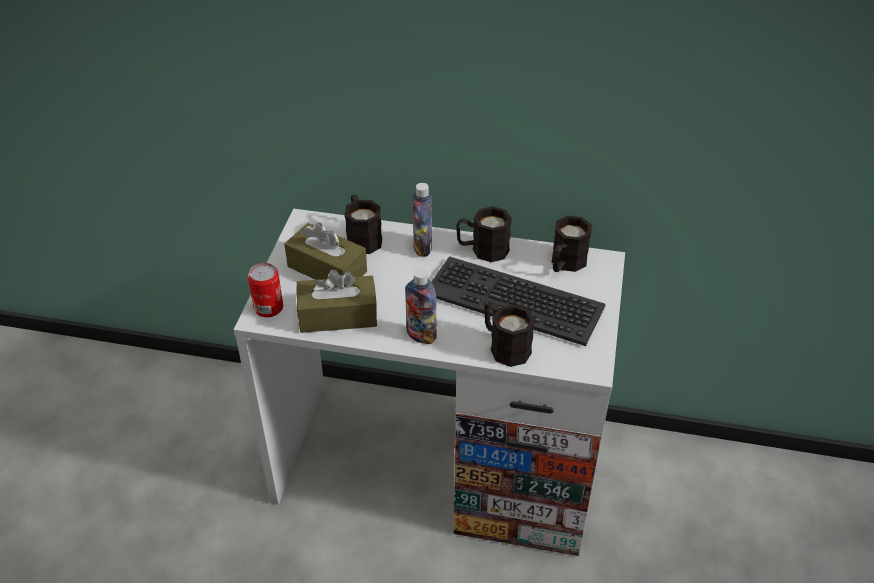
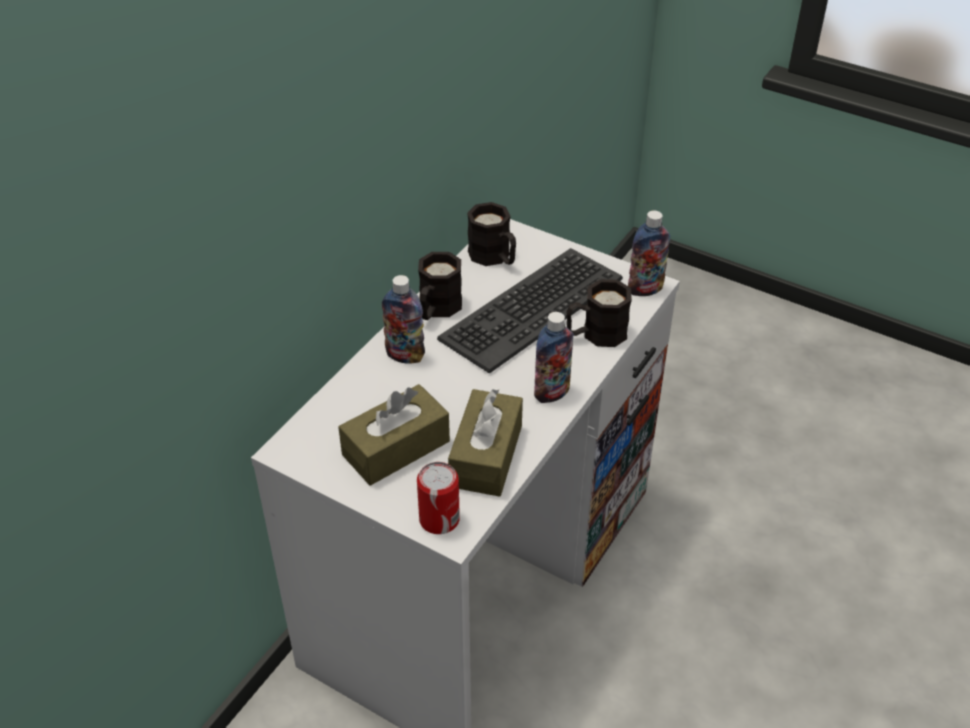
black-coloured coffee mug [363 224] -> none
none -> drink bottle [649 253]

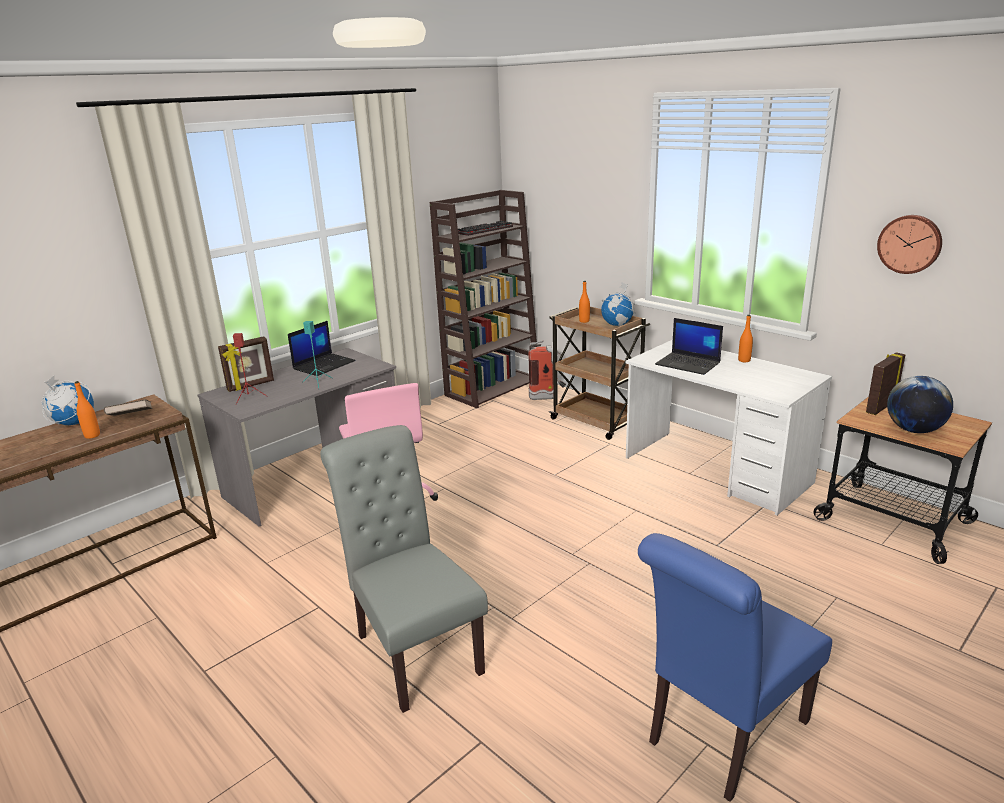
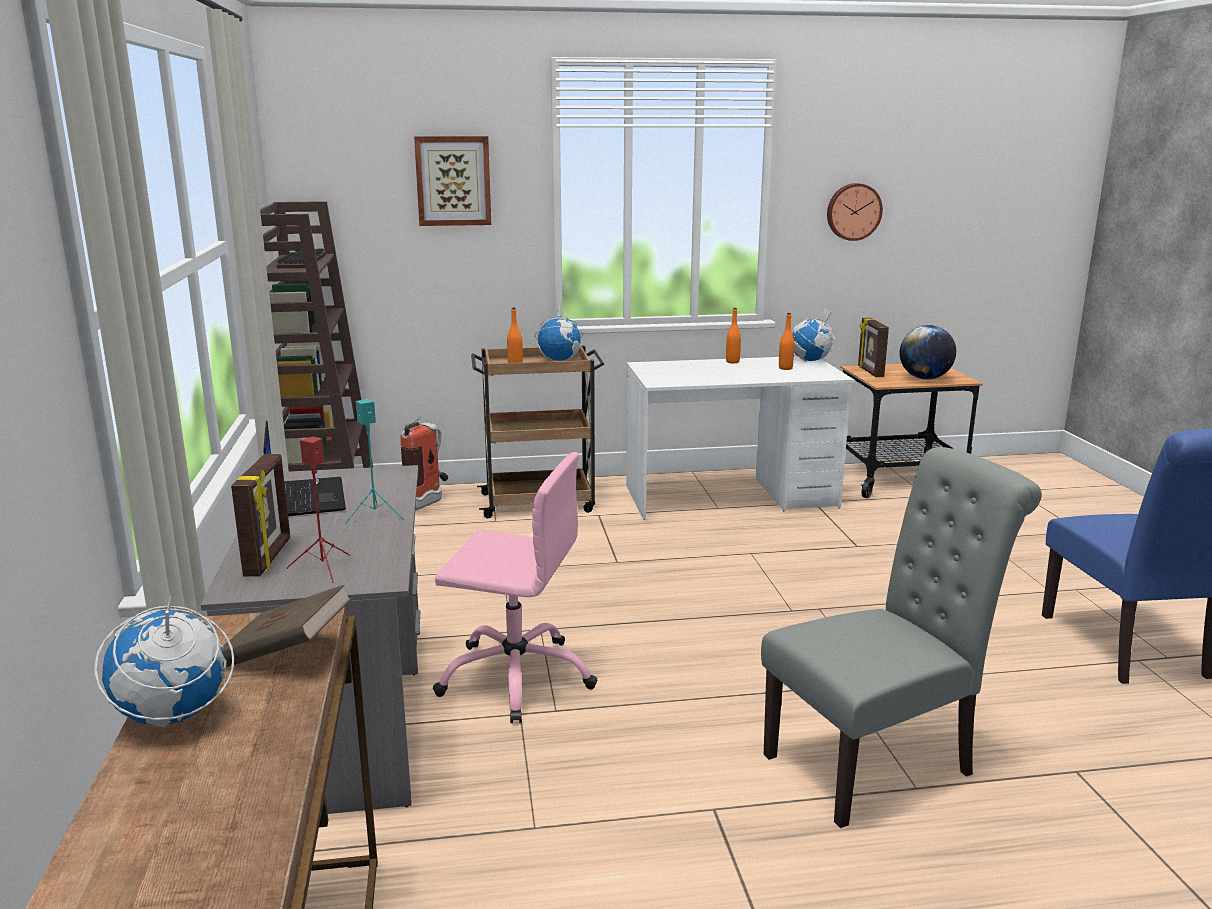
laptop [689 346] -> none
orange drink bottle [87 410] -> orange drink bottle [787 341], moved
gray chair [404 569] -> gray chair [901 637], 150 degrees clockwise
none -> wall art [452 181]
none -> globe [813 334]

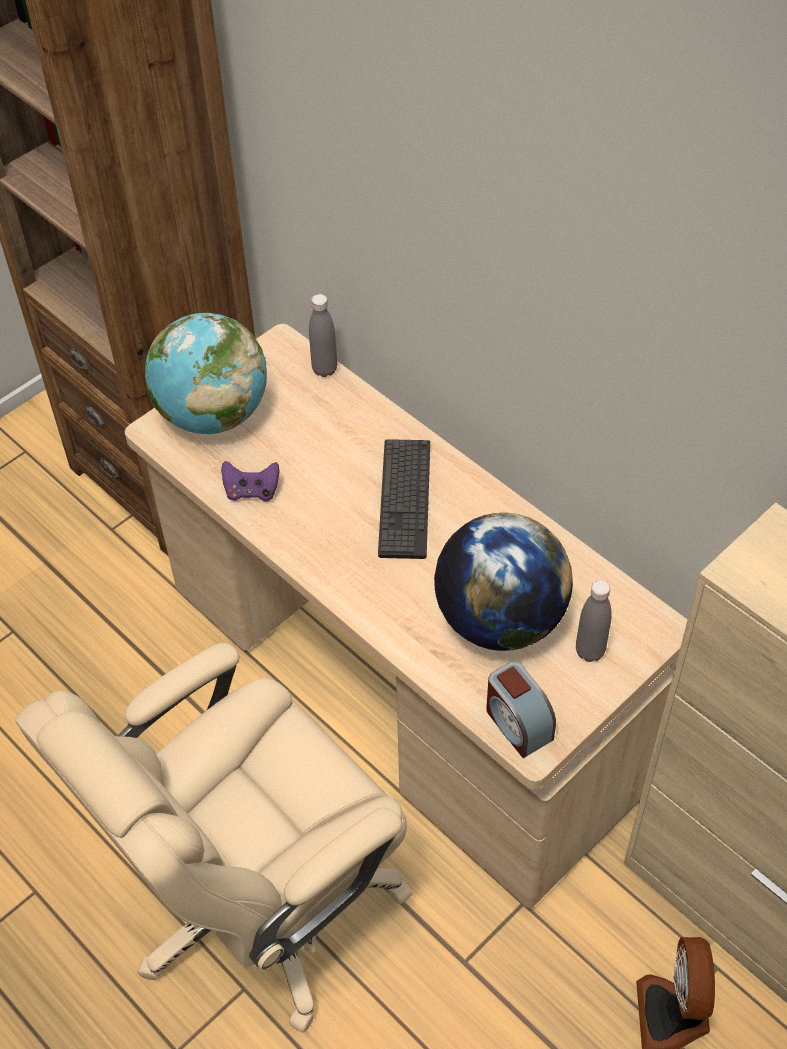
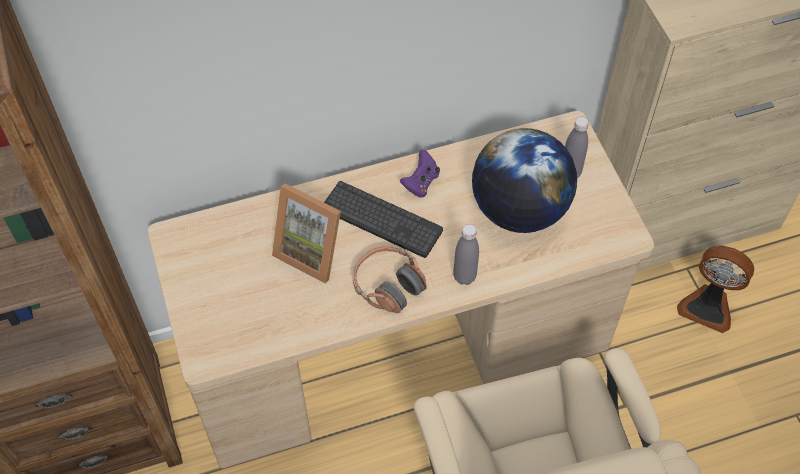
gray drink bottle [323 335] -> gray drink bottle [466 254], moved
globe [206 373] -> none
purple joypad [250 481] -> purple joypad [420 174], moved
alarm clock [521 710] -> none
none -> standing frame [306 233]
none -> pair of headphones [389 279]

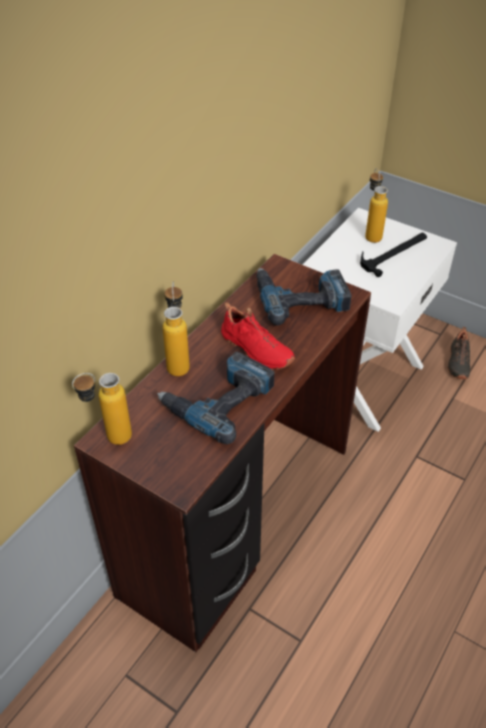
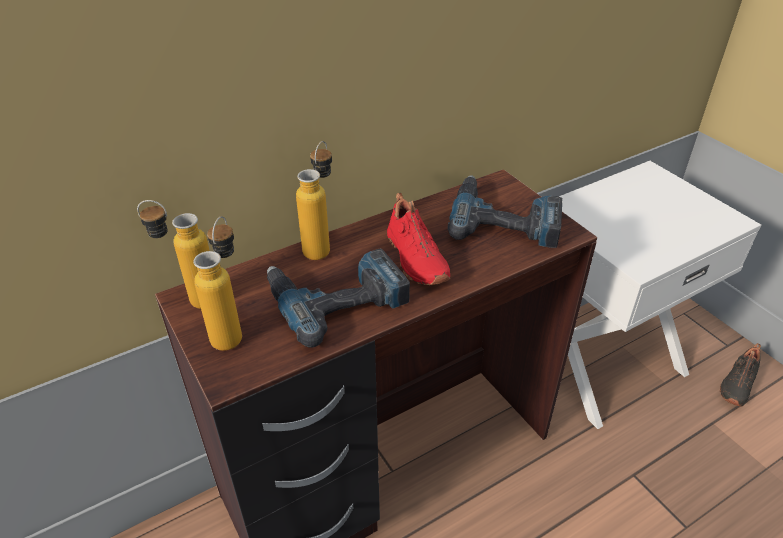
drink bottle [376 205] -> drink bottle [217 283], moved
hammer [393 255] -> none

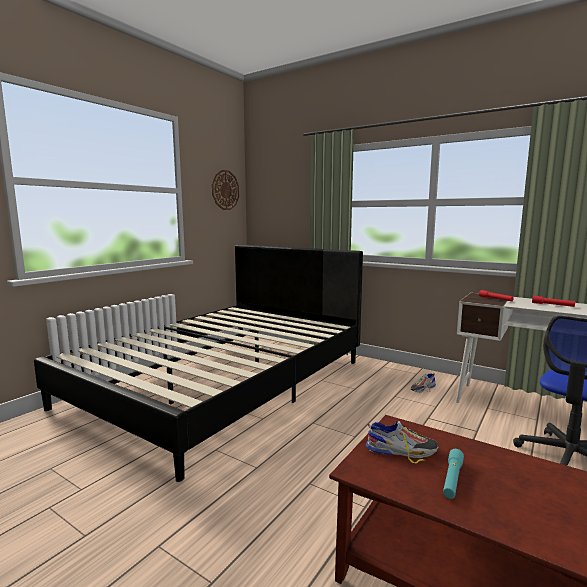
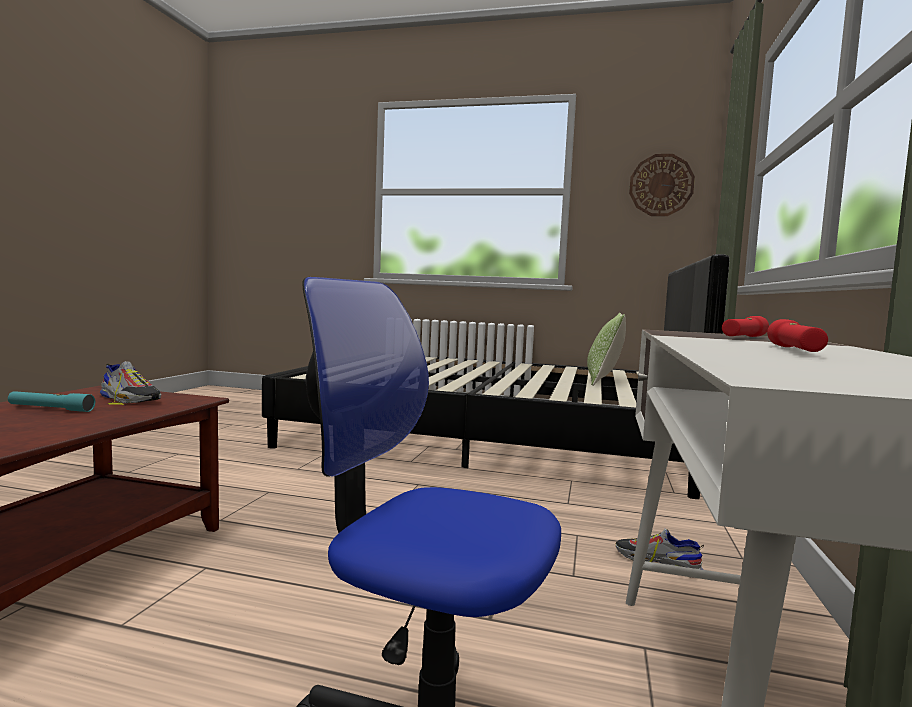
item of footwear [402 442] -> item of footwear [131 383], 45 degrees counterclockwise
none -> cushion [606 349]

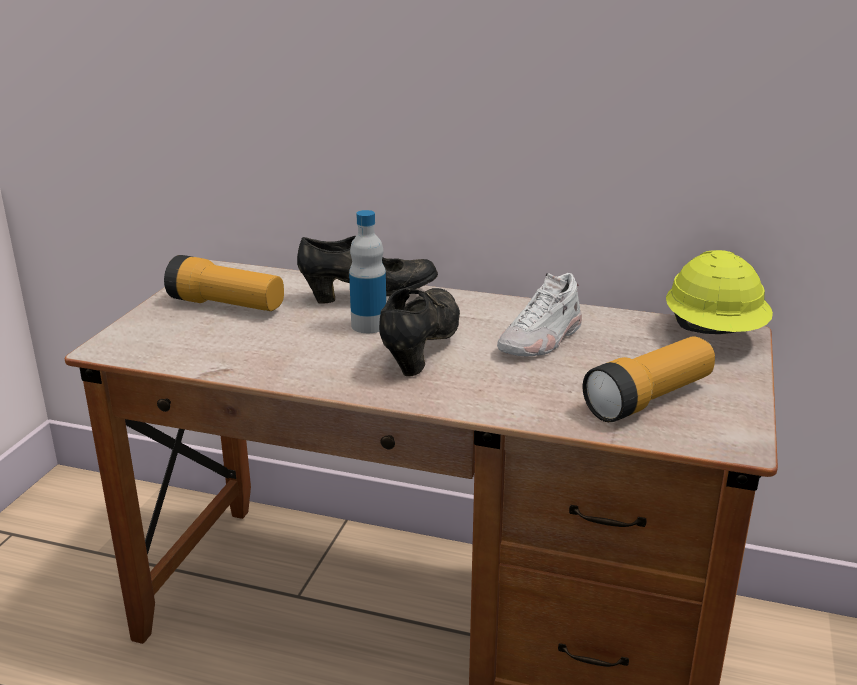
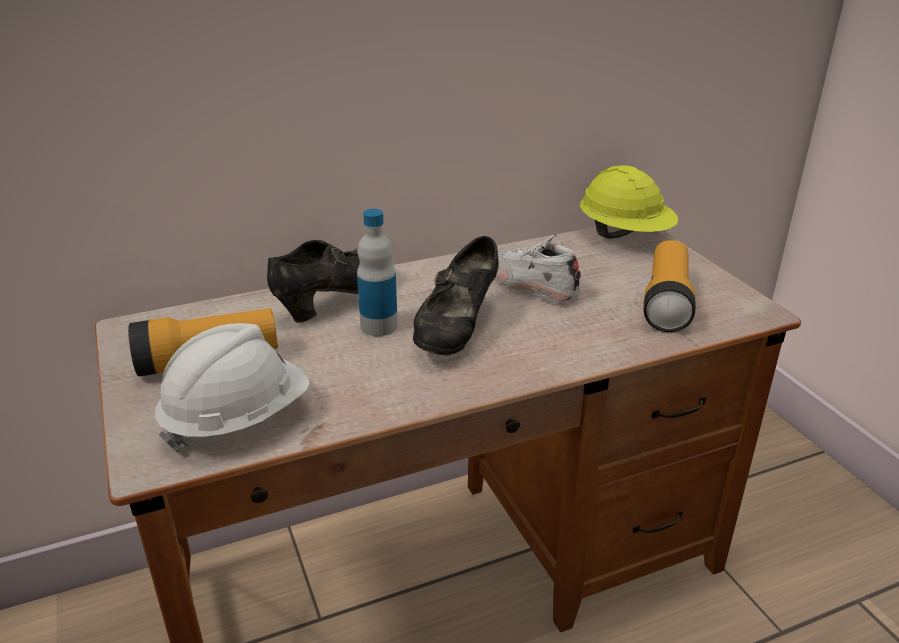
white item of footwear [539 314] -> white item of footwear [538 269], 135 degrees clockwise
black-coloured item of footwear [419 332] -> black-coloured item of footwear [456 296], 135 degrees counterclockwise
none -> white safety helmet [232 387]

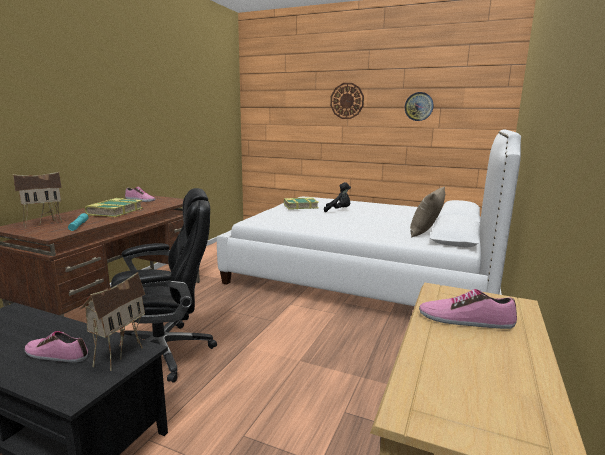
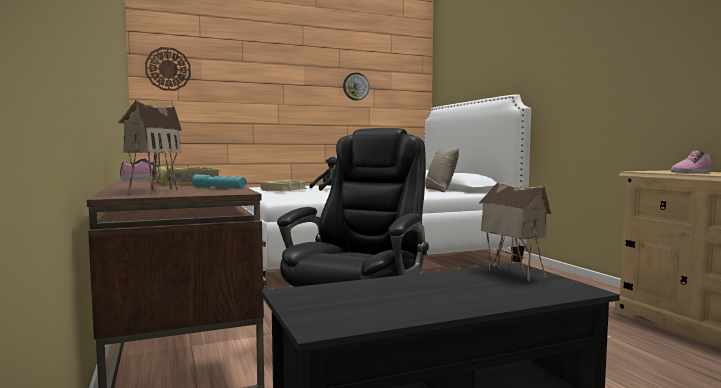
clock on the wall [347 101] -> clock on the wall [168 69], moved
item of footwear [56 346] -> none

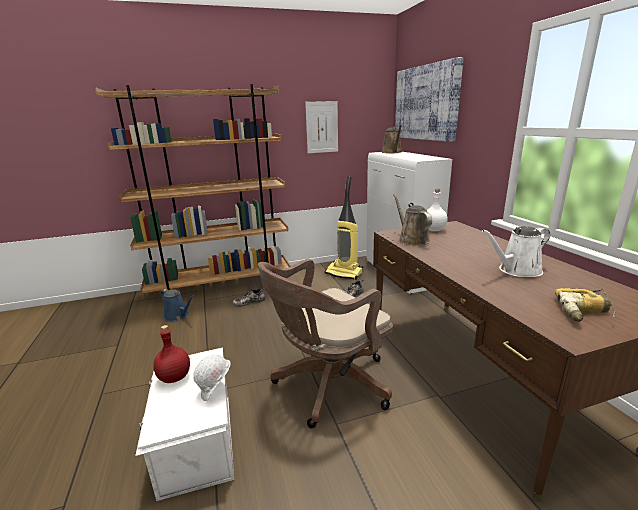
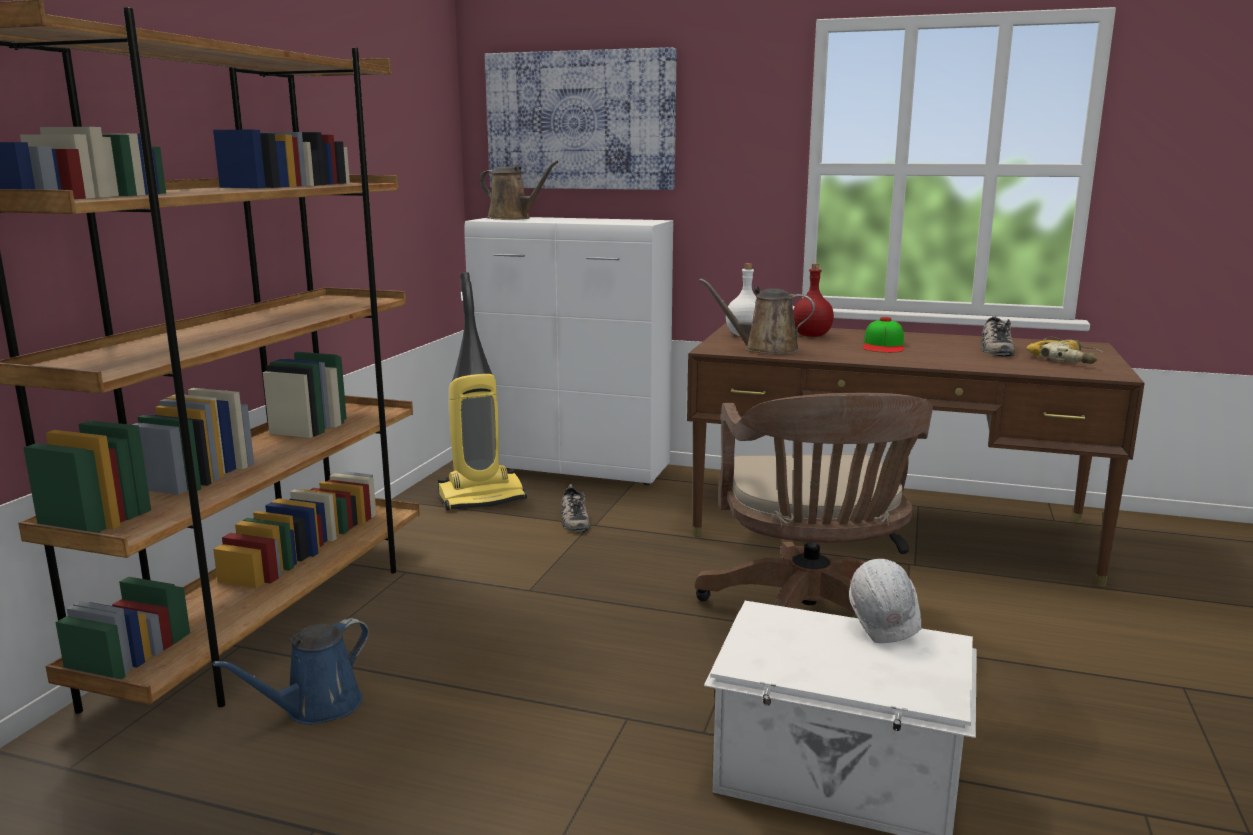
wall art [321 127] -> none
white sprinkling can [516 251] -> none
item of footwear [249 297] -> item of footwear [997 336], moved
blue sprinkling can [177 305] -> blue sprinkling can [290 671], 150 degrees clockwise
reddish drink bottle [171 354] -> reddish drink bottle [813 300], moved
none -> peaked cap [883 335]

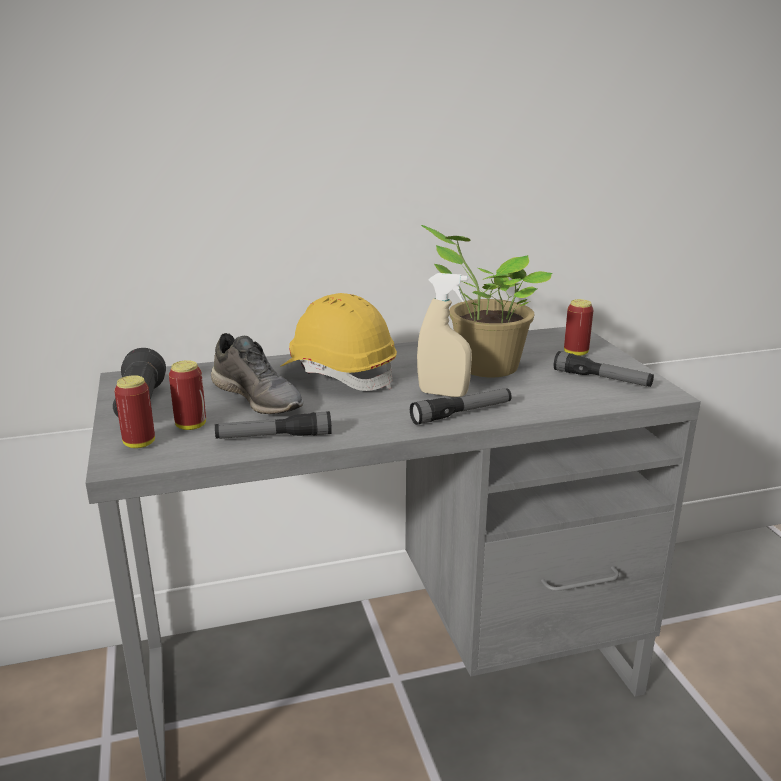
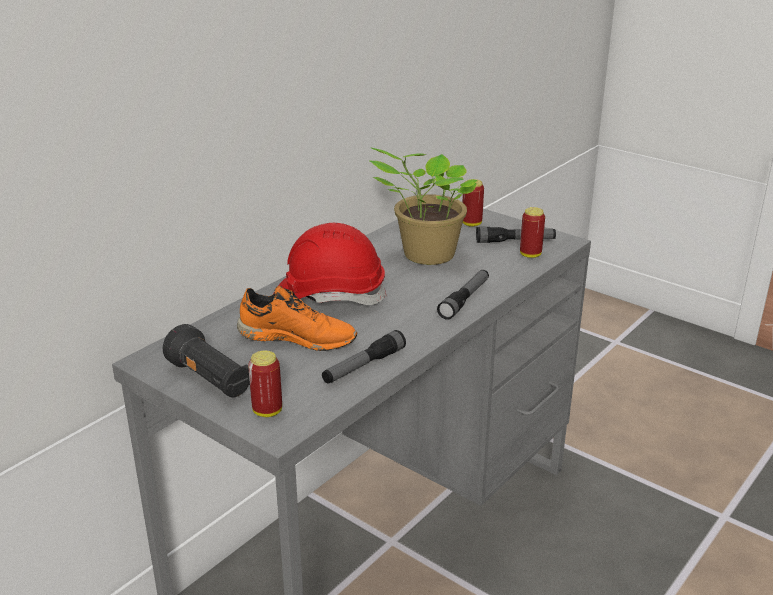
beige spray bottle [444 335] -> none
yellow safety helmet [338 342] -> reddish safety helmet [330 264]
gray item of footwear [257 373] -> orange item of footwear [297 318]
metal can [187 395] -> metal can [532 232], moved

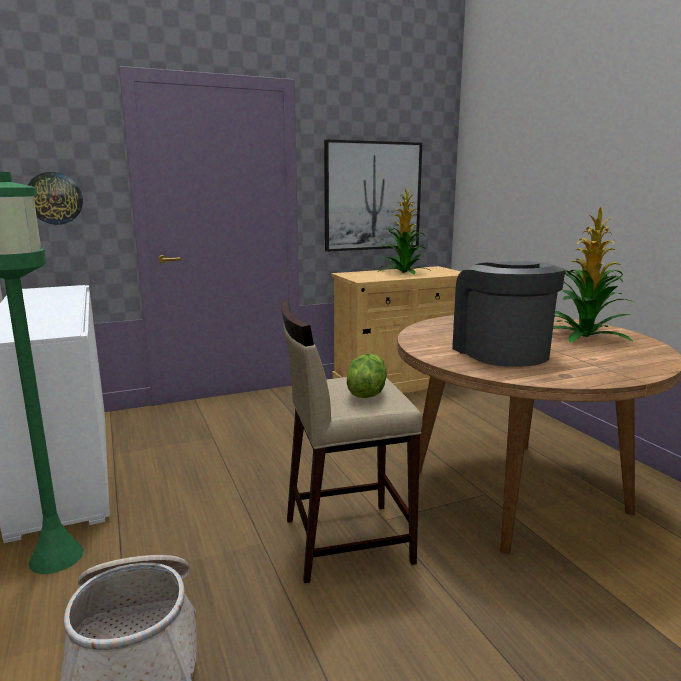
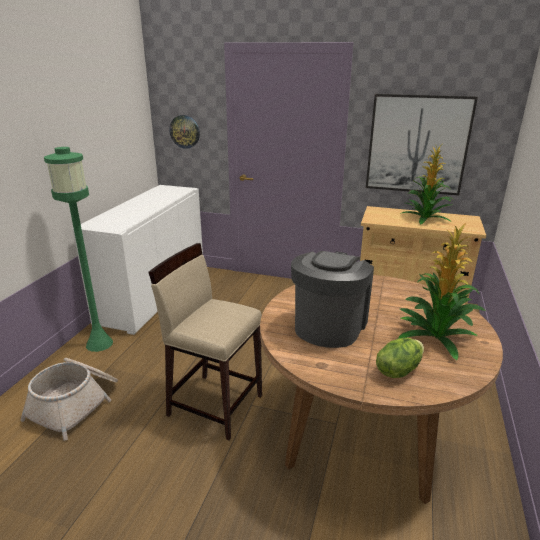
lettuce head [367 376] -> lettuce head [400 358], moved

